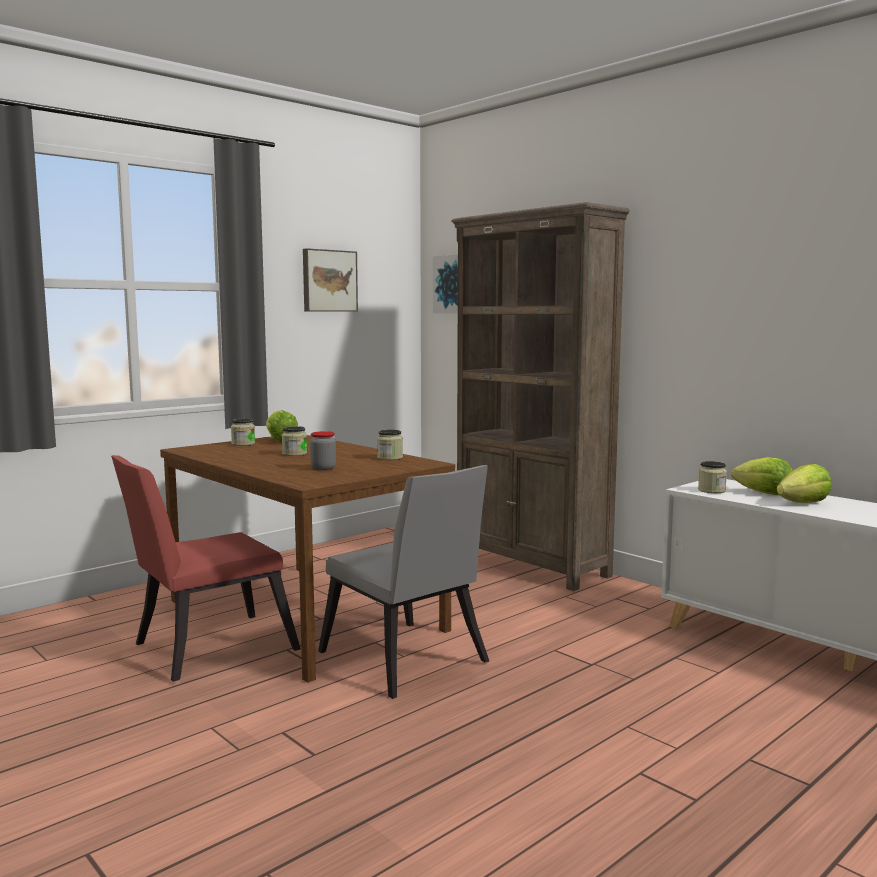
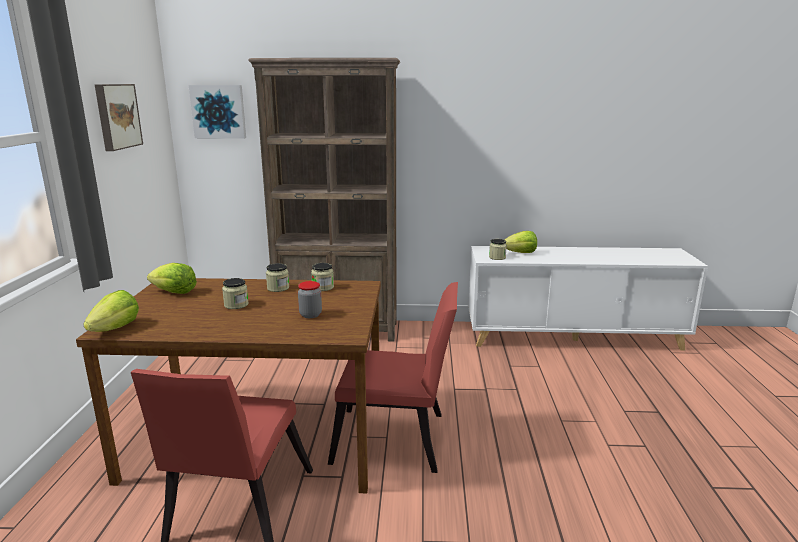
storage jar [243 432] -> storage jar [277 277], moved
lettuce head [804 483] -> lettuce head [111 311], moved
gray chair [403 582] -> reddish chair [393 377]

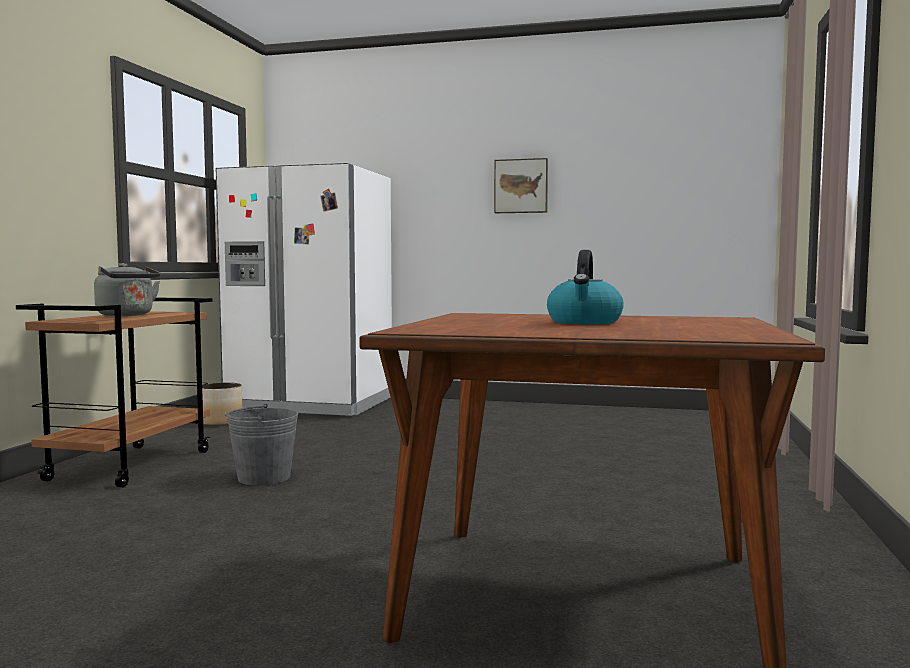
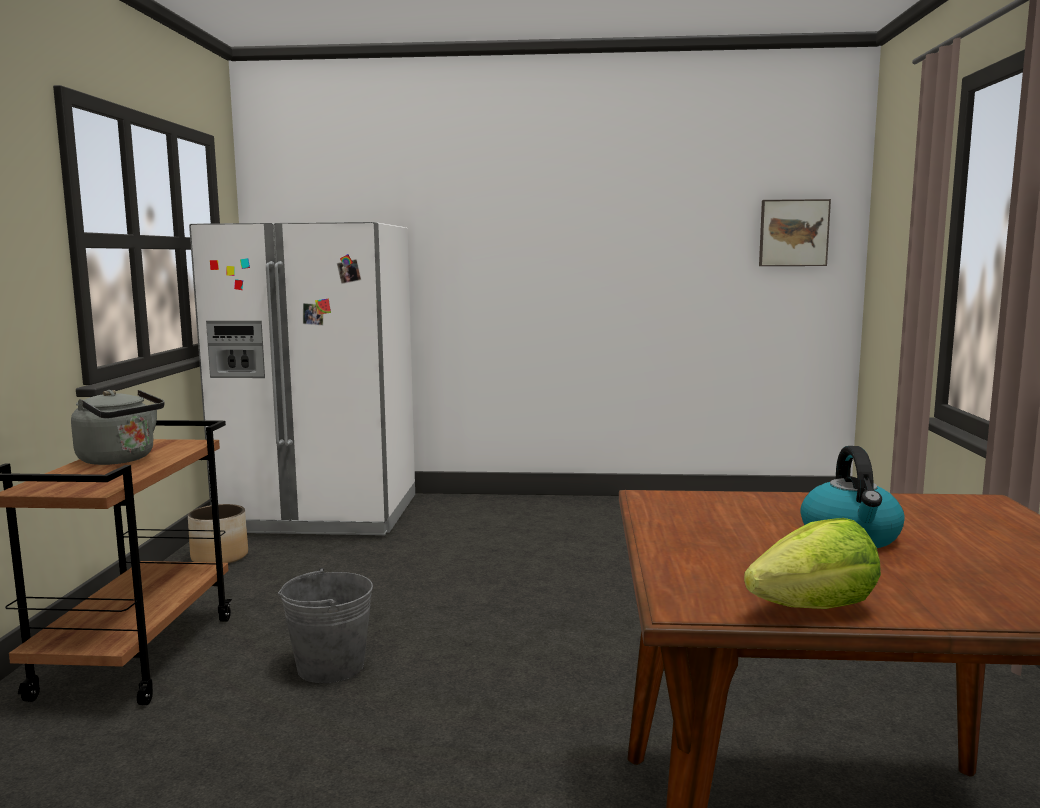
wall art [521 185] -> wall art [795 232], moved
none -> lettuce head [812 563]

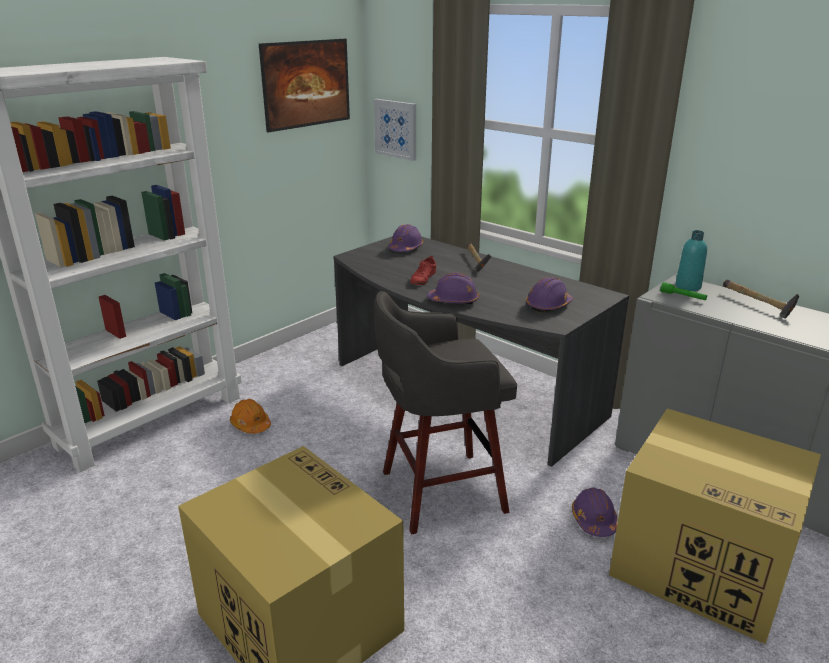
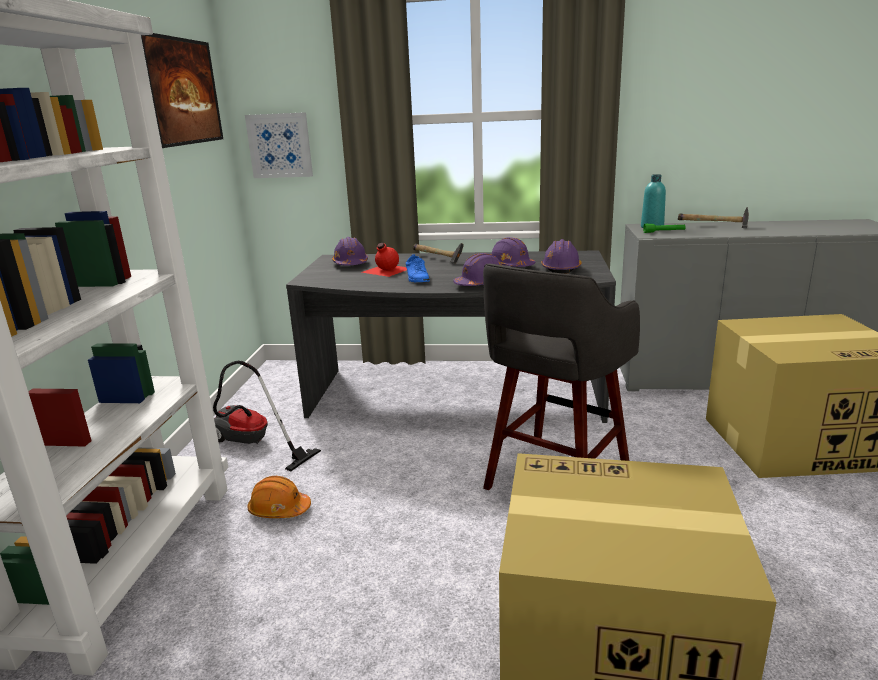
reddish item of footwear [423 270] -> blue item of footwear [418 268]
purple safety helmet [594 512] -> purple safety helmet [514 252], moved
none -> reddish drink bottle [384 260]
none -> vacuum cleaner [267 416]

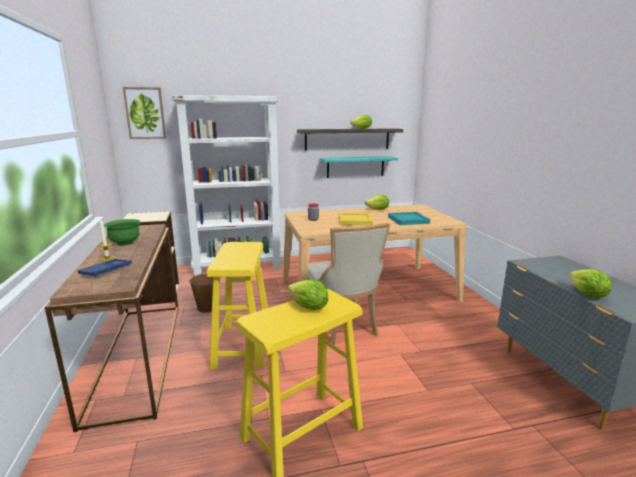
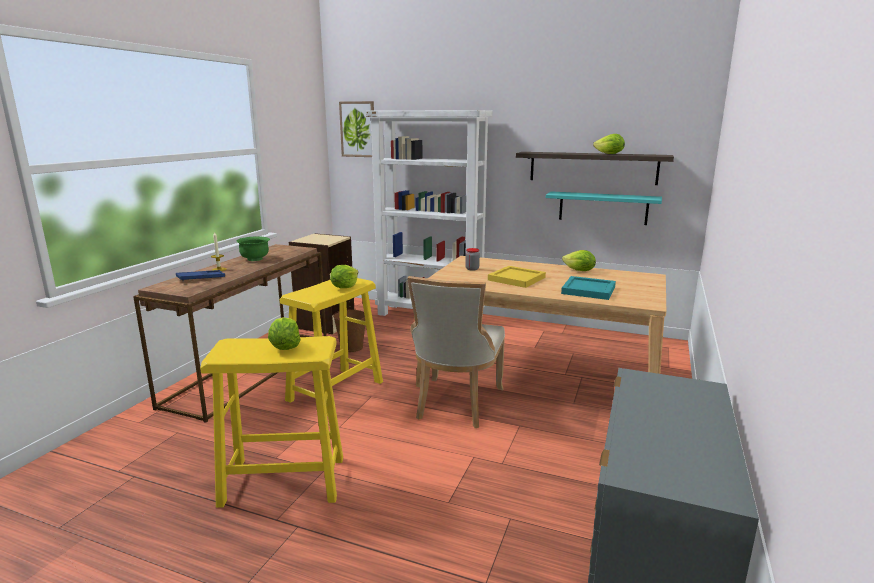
lettuce head [591 283] -> lettuce head [344 276], moved

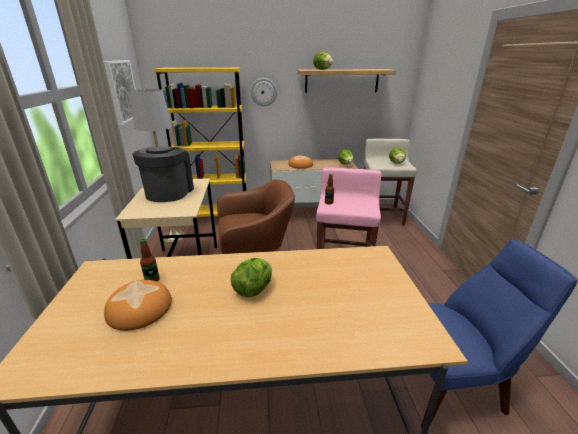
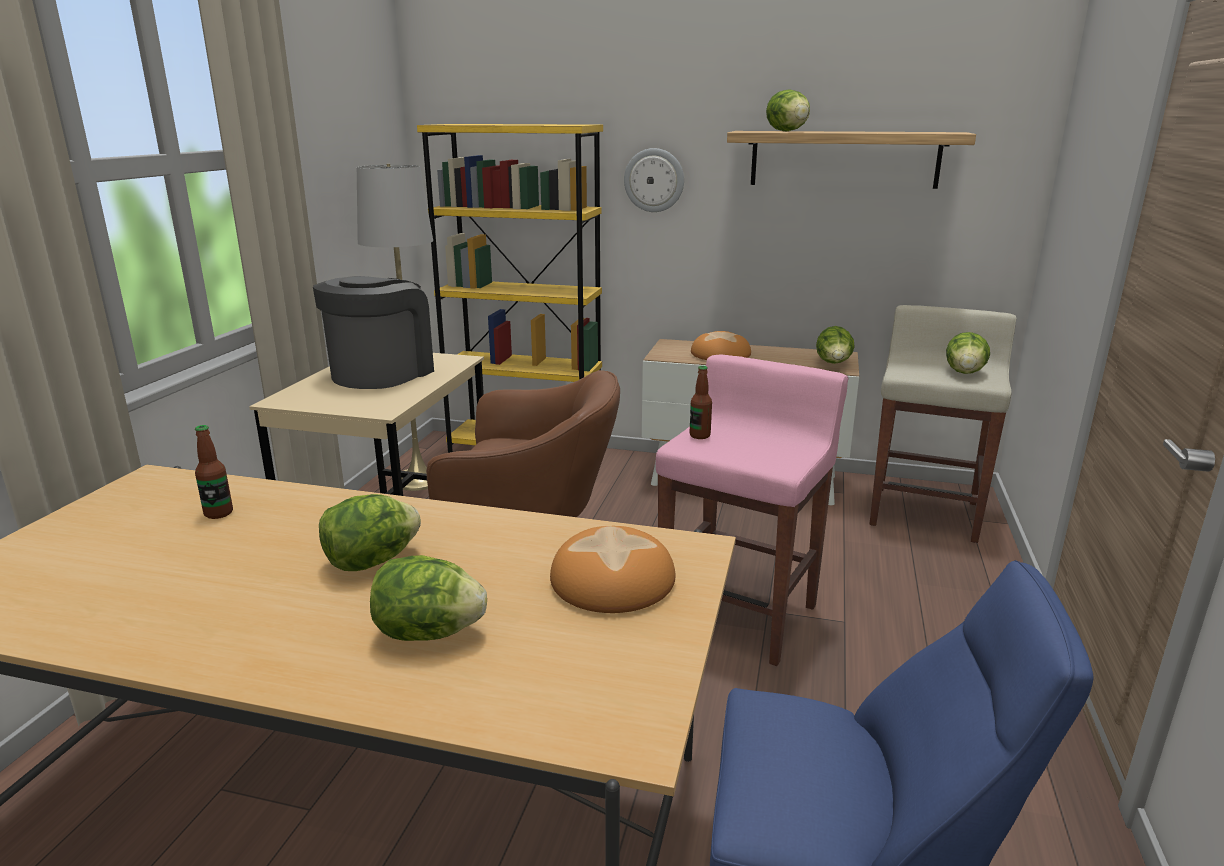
wall art [120 92] -> none
baked bread [138 305] -> baked bread [612 569], moved
none -> lettuce head [428 598]

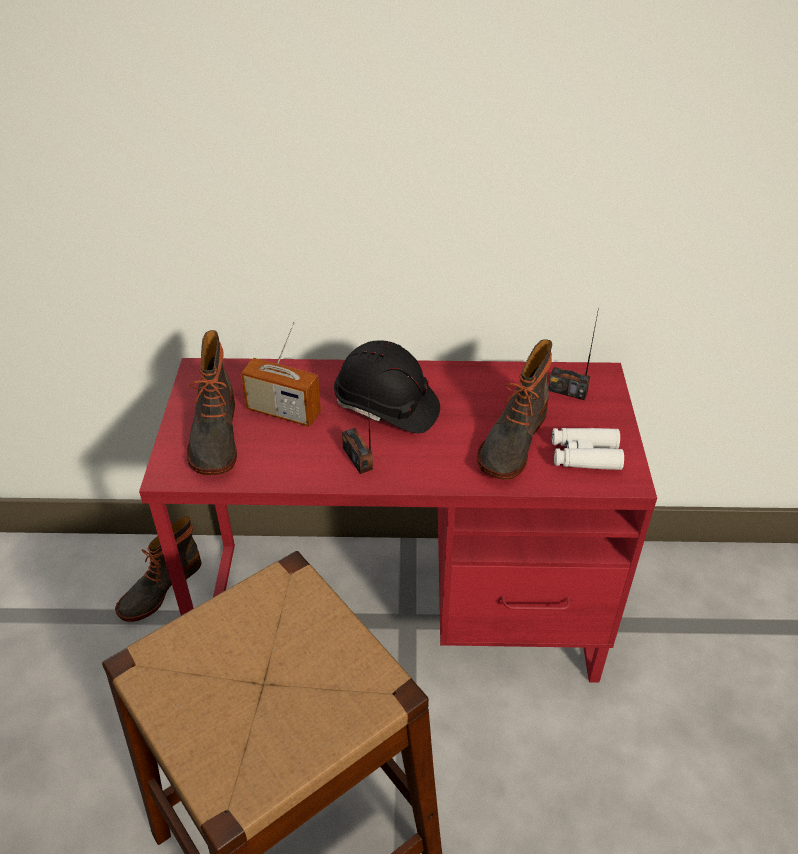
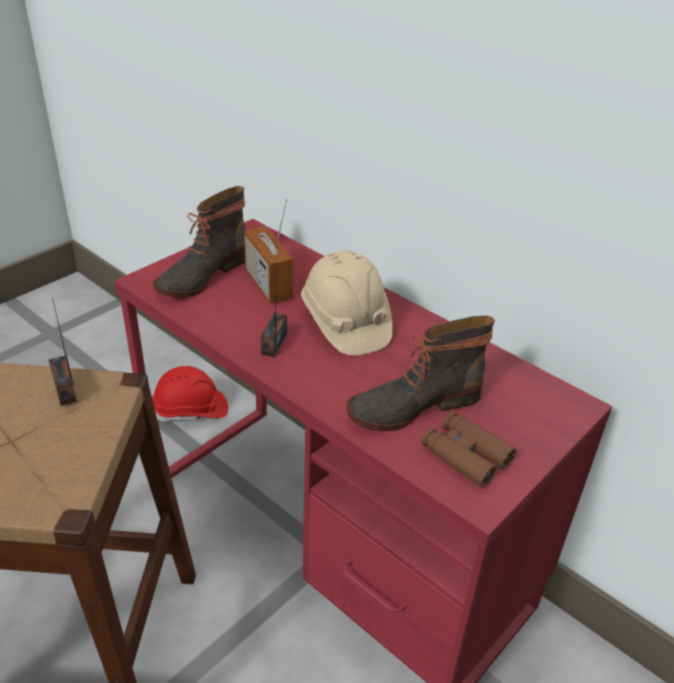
radio receiver [573 354] -> radio receiver [63 352], moved
black-coloured safety helmet [387 386] -> beige safety helmet [347 303]
white field glasses [588 449] -> brown field glasses [468 450]
boot [158 569] -> reddish safety helmet [190 393]

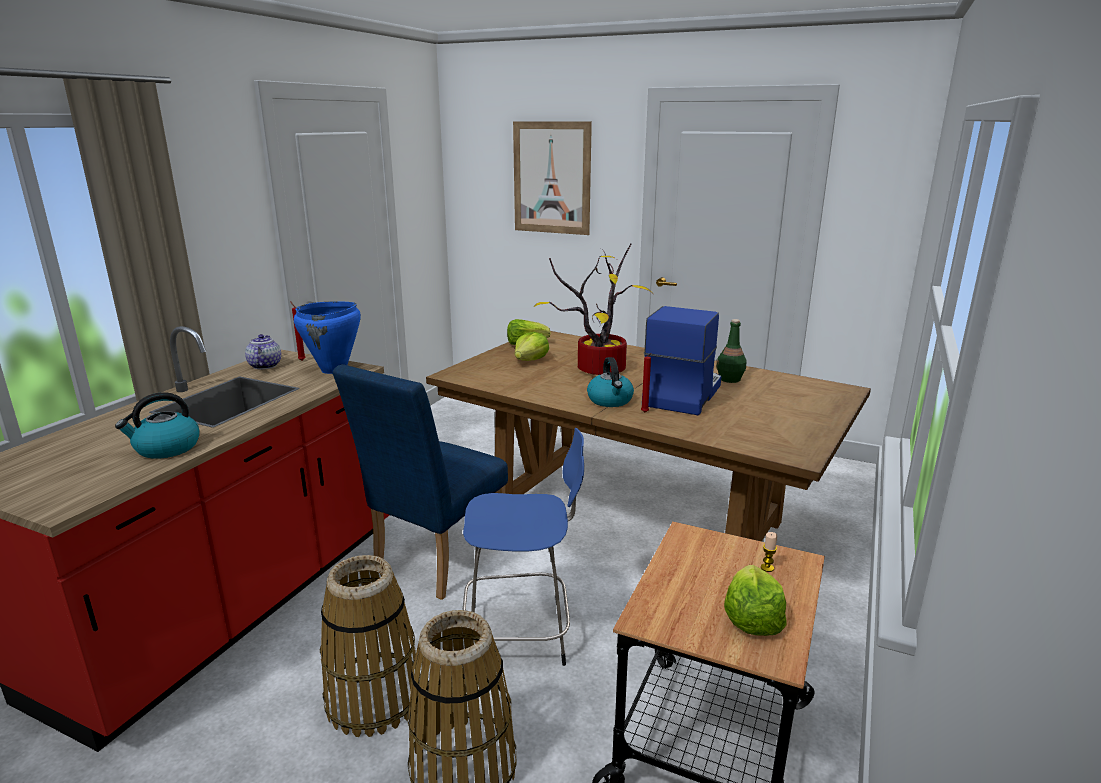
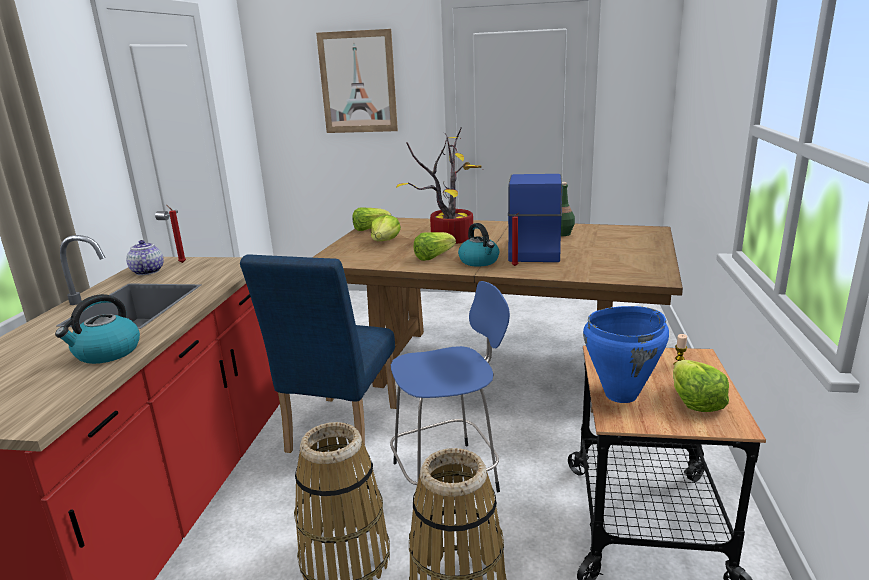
blue saucepot [327 338] -> blue saucepot [626 354], moved
none -> lettuce head [435 246]

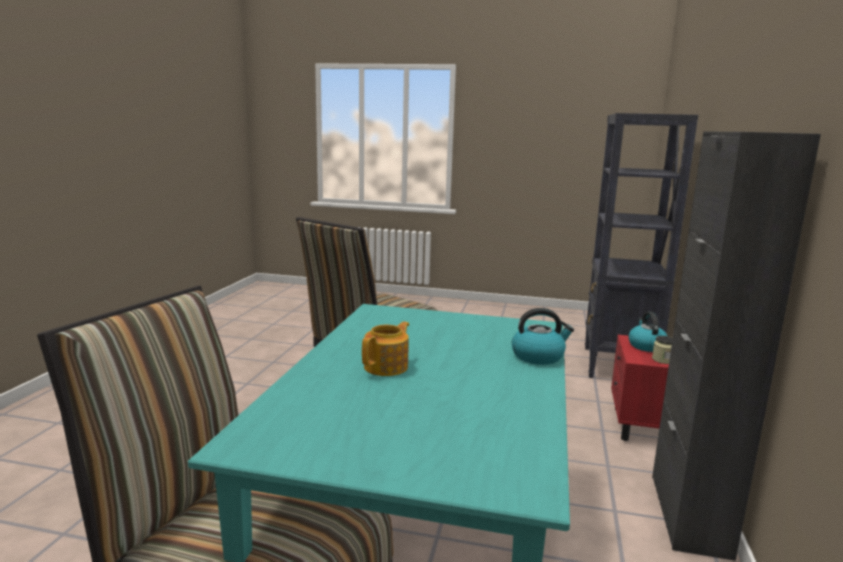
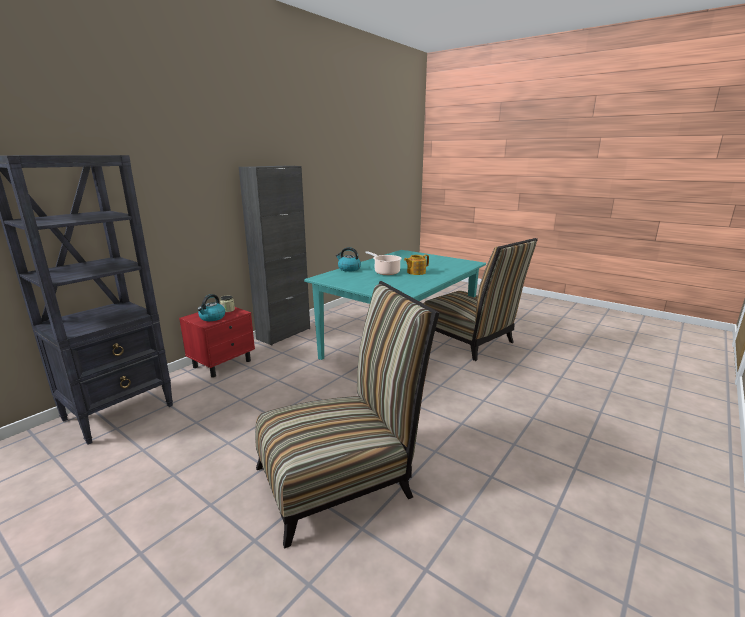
none -> saucepot [383 263]

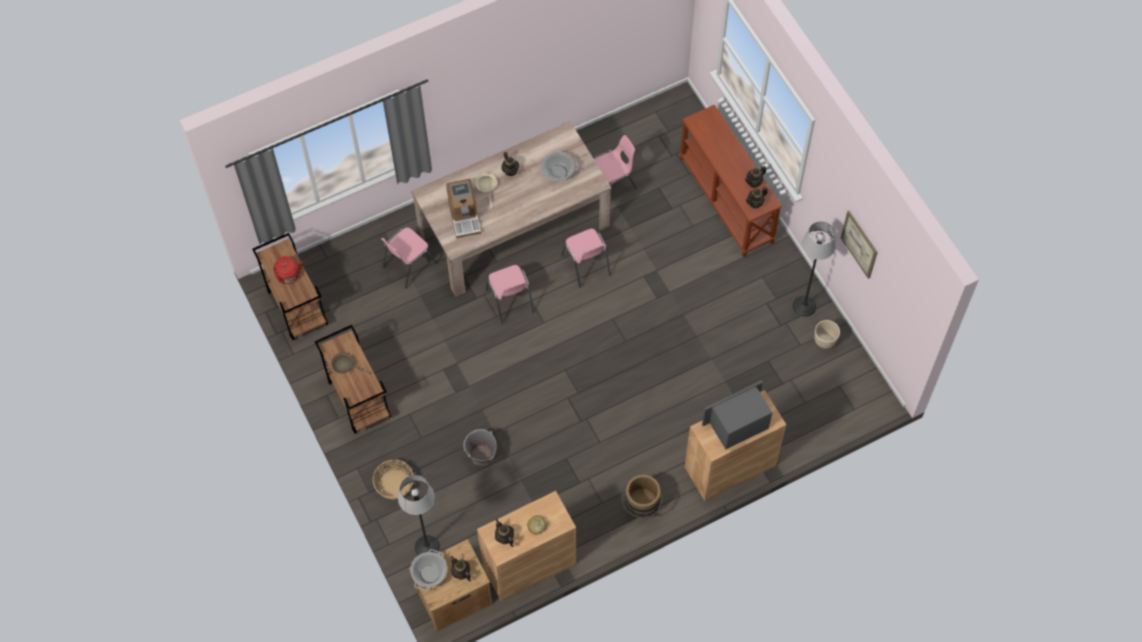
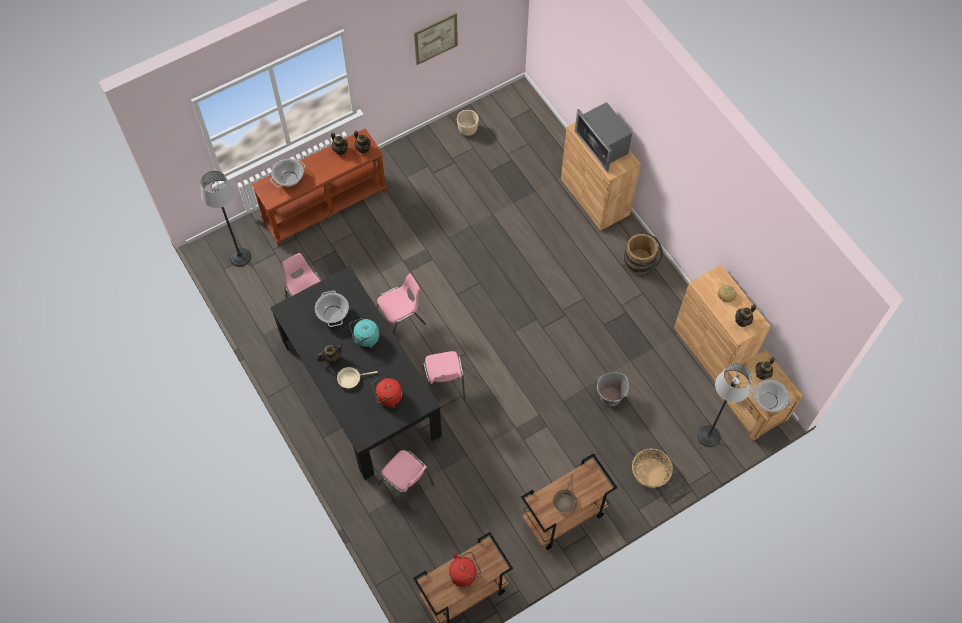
beige dinner table [511 209] -> black-coloured dinner table [356 373]
coffee machine [463 208] -> reddish tea kettle [387 392]
standard lamp [814 269] -> standard lamp [225 219], moved
pinkish chair [510 294] -> pinkish chair [444 375], 105 degrees clockwise
none -> saucepot [287 173]
none -> turquoise tea kettle [364 333]

